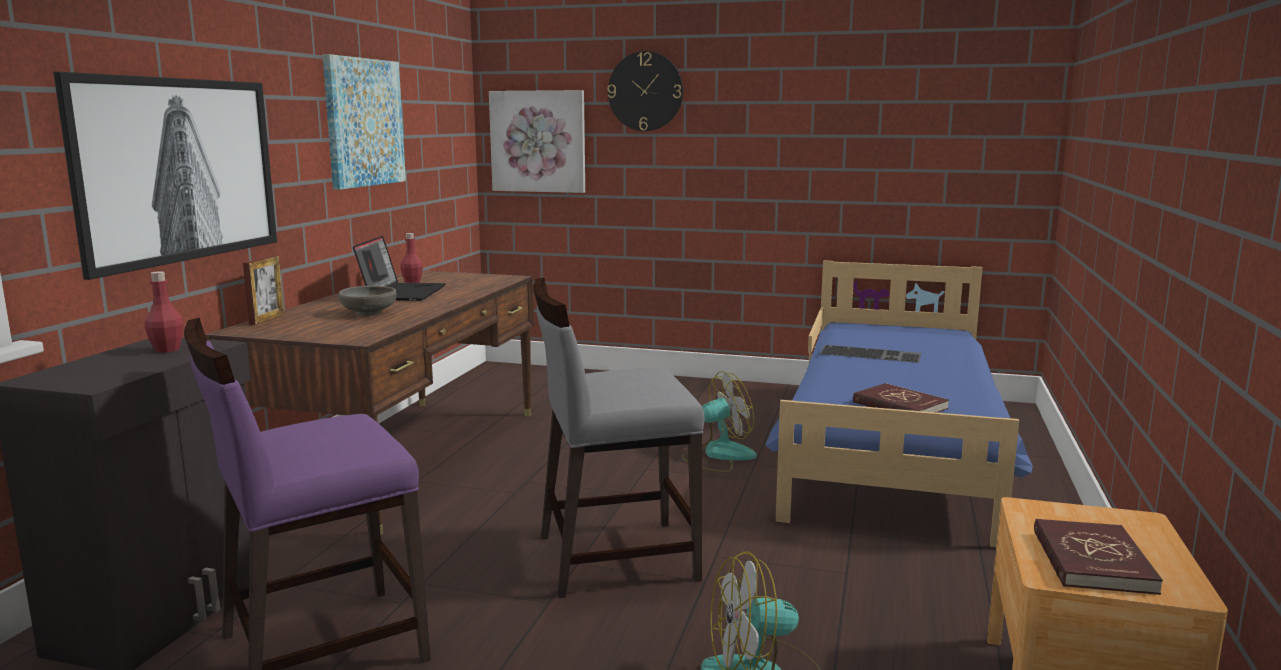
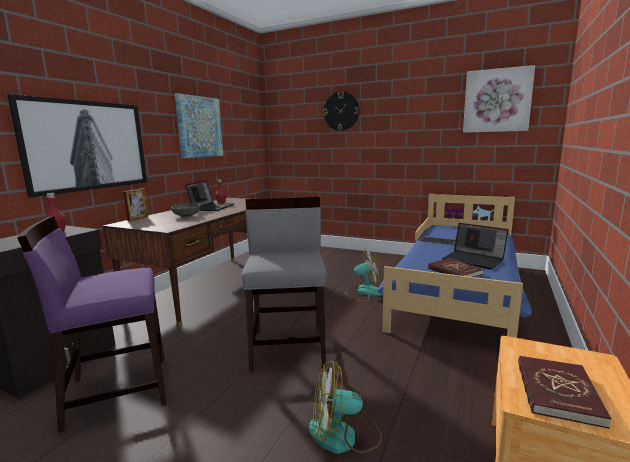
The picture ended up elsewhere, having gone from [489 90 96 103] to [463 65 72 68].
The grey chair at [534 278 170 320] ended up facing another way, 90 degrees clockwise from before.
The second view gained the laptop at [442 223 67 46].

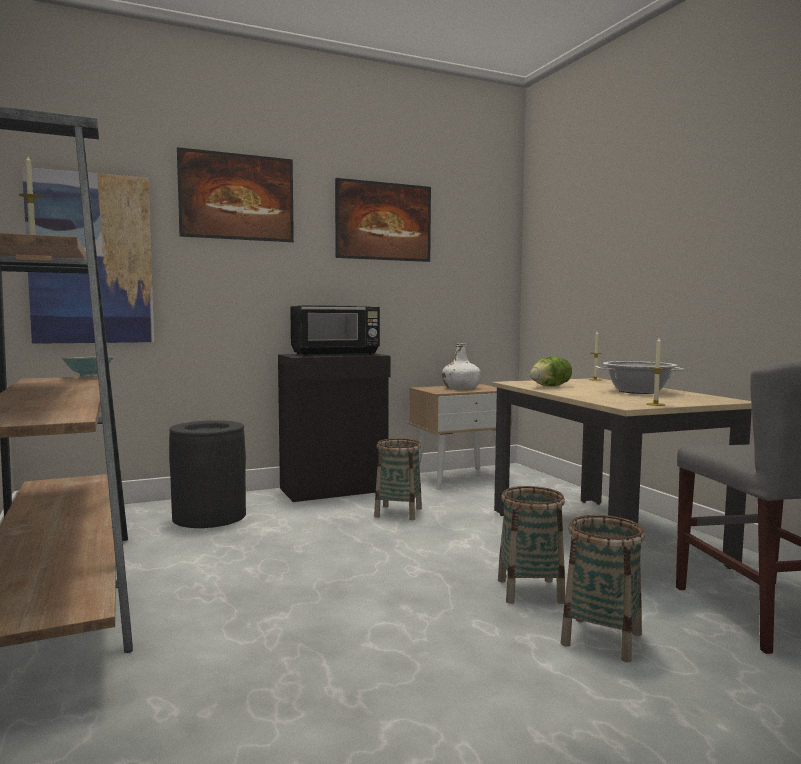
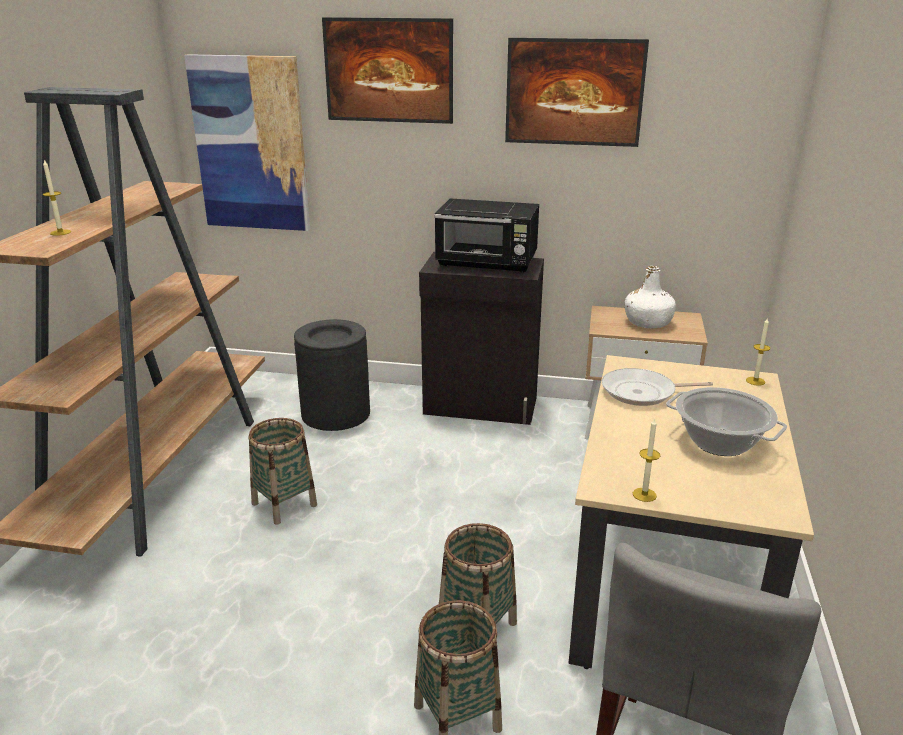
The second view lost the bowl at [62 356 52 22].
The basket ended up elsewhere, having gone from [374 438 48 82] to [249 418 68 107].
Where the lettuce stood at [530 356 42 30], the frying pan came to stand at [602 368 111 38].

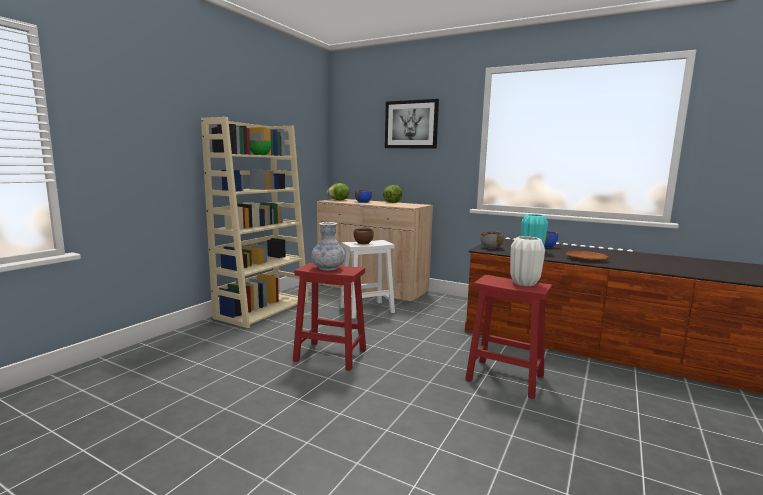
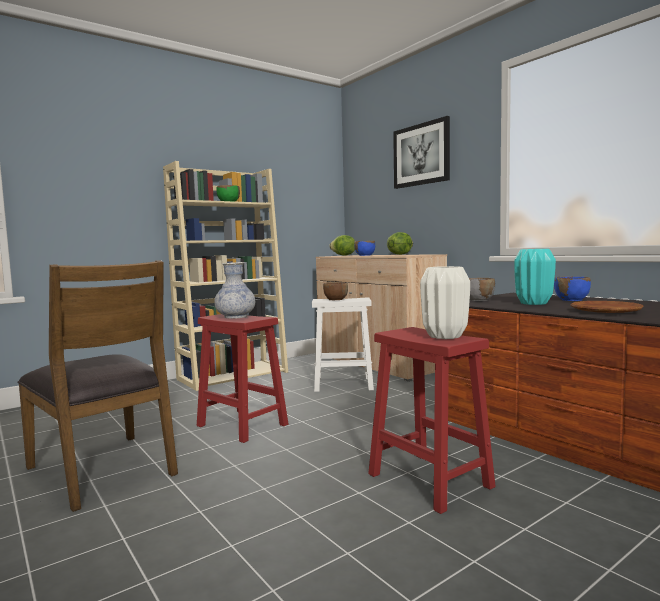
The second view gained the brown chair at [17 260 161 252].

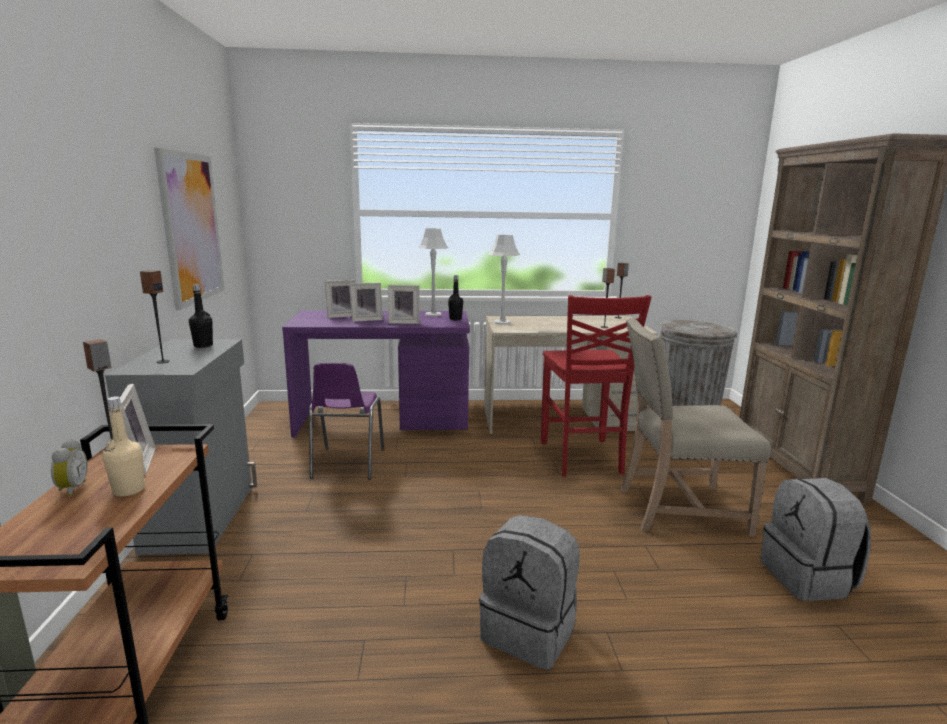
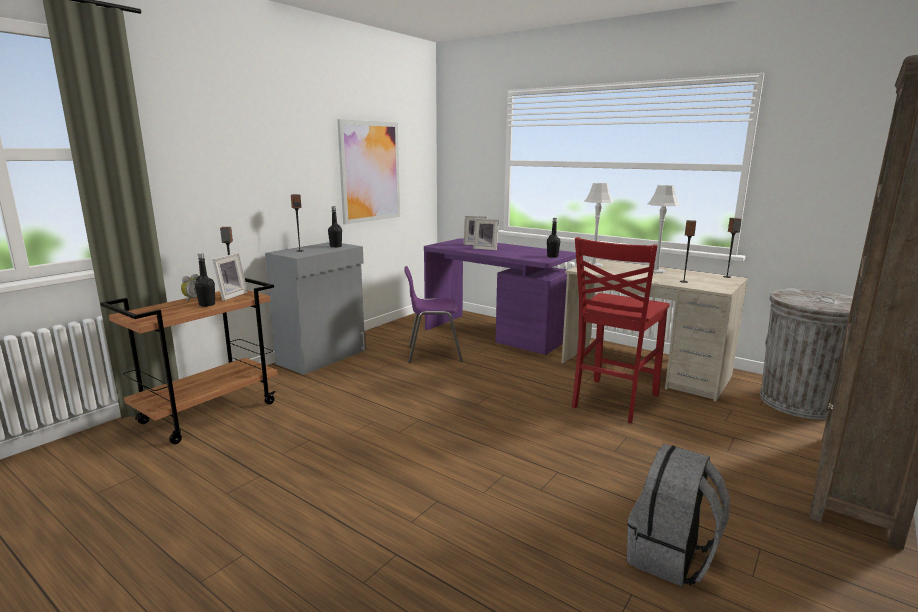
What was the beige bottle at [102 396 44 101] turned into the black bottle at [195 253 20 54].
The purple chair at [309 363 75 116] ended up facing another way, 45 degrees clockwise from before.
The second view lost the picture frame at [388 285 31 39].
The grey table lamp ended up elsewhere, having gone from [418 228 30 88] to [648 185 32 88].
The second view lost the grey backpack at [479 515 101 155].
The second view lost the beige chair at [621 318 151 219].

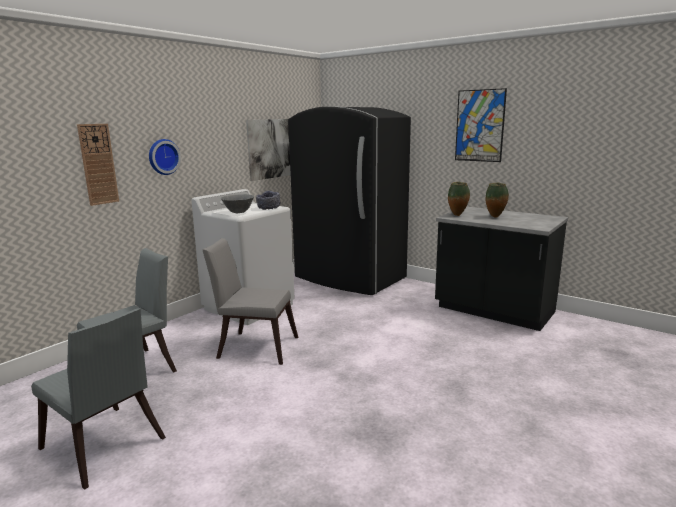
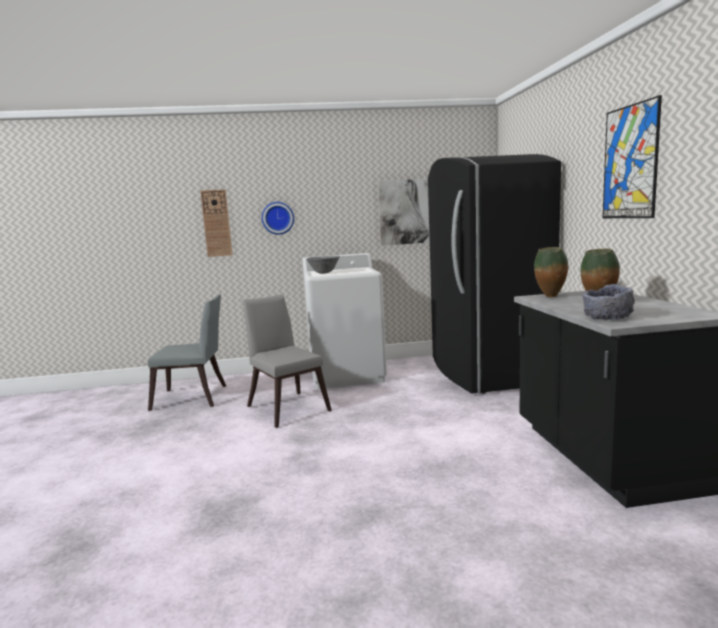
The second view lost the grey chair at [31 308 135 182].
The grey bowl ended up elsewhere, having gone from [256 191 25 19] to [582 284 53 36].

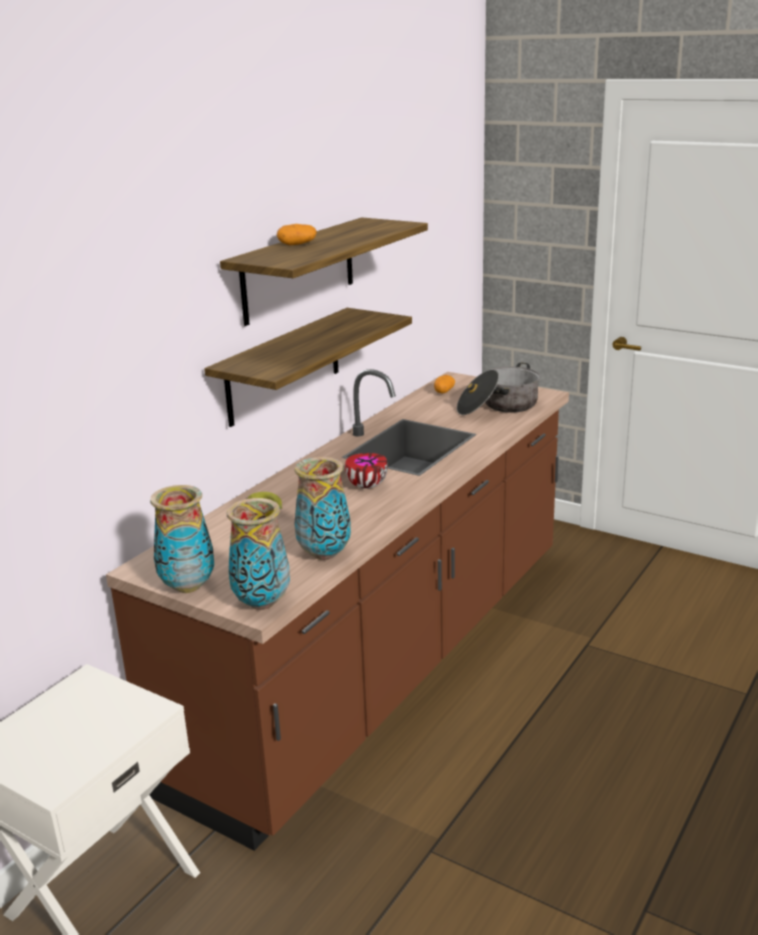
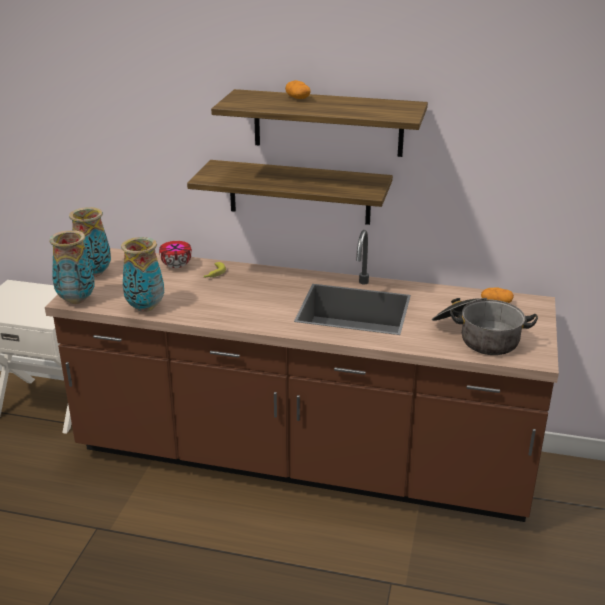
The bowl ended up elsewhere, having gone from [345 453 43 36] to [159 241 33 27].

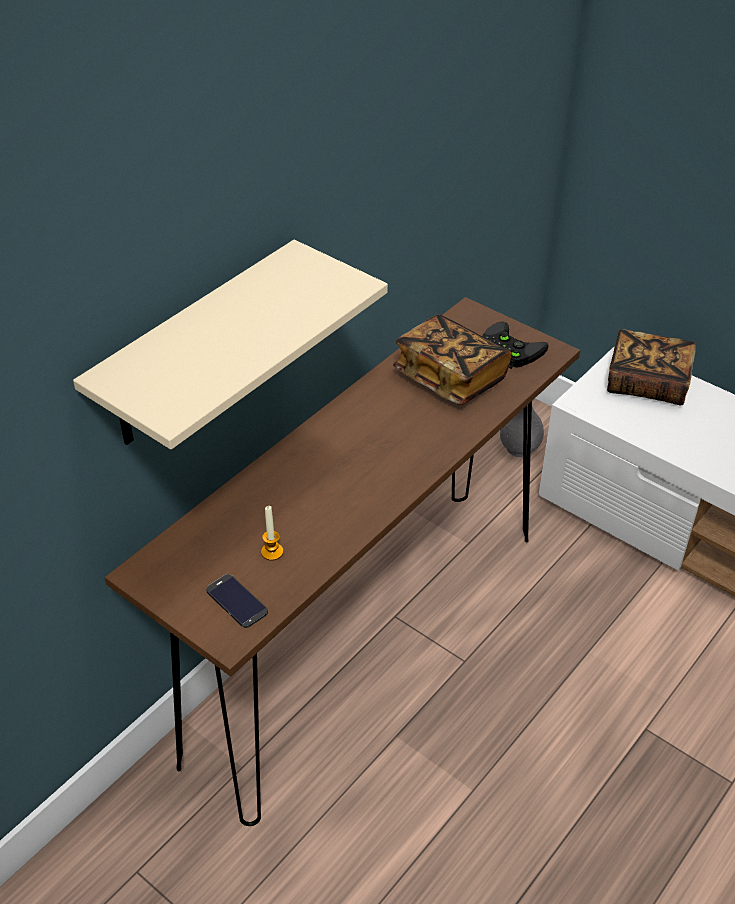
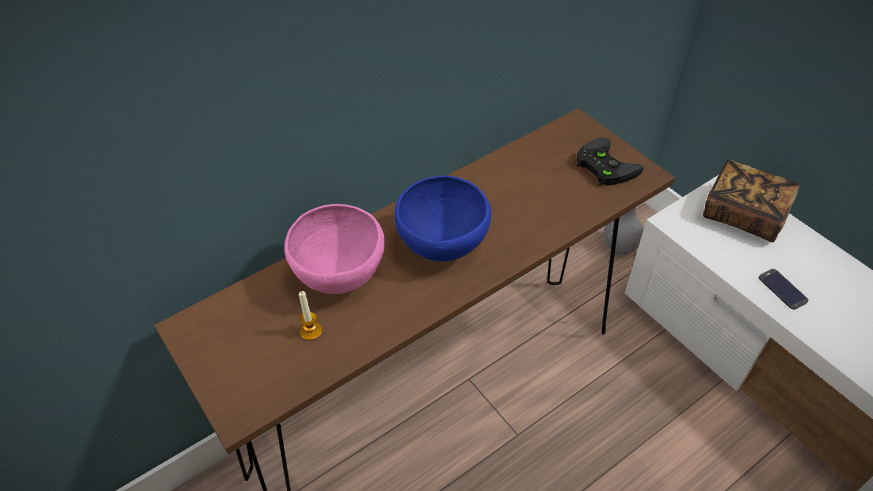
The second view lost the beige shelf at [73 240 315 210].
The phone ended up elsewhere, having gone from [206 574 62 54] to [759 269 49 41].
The second view lost the book at [393 314 119 91].
The second view gained the pink bowl at [284 204 101 90].
The second view gained the blue bowl at [394 175 97 86].

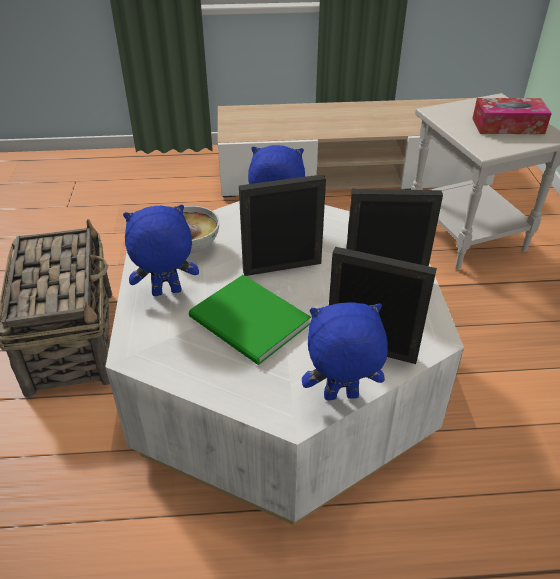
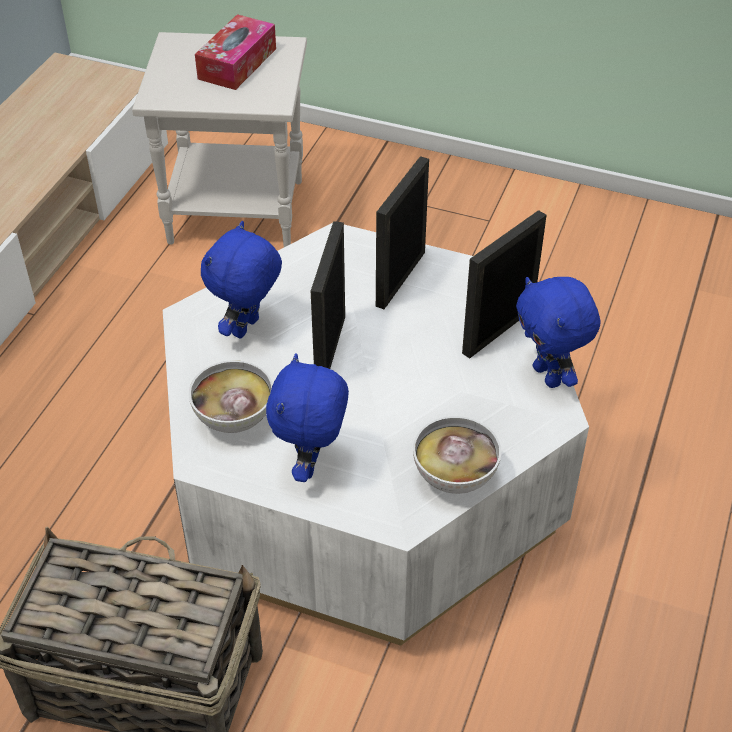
The second view lost the green book at [189 275 122 90].
The blue plush toy at [302 302 86 98] ended up facing another way, 45 degrees counterclockwise from before.
The second view gained the bowl at [413 416 88 78].

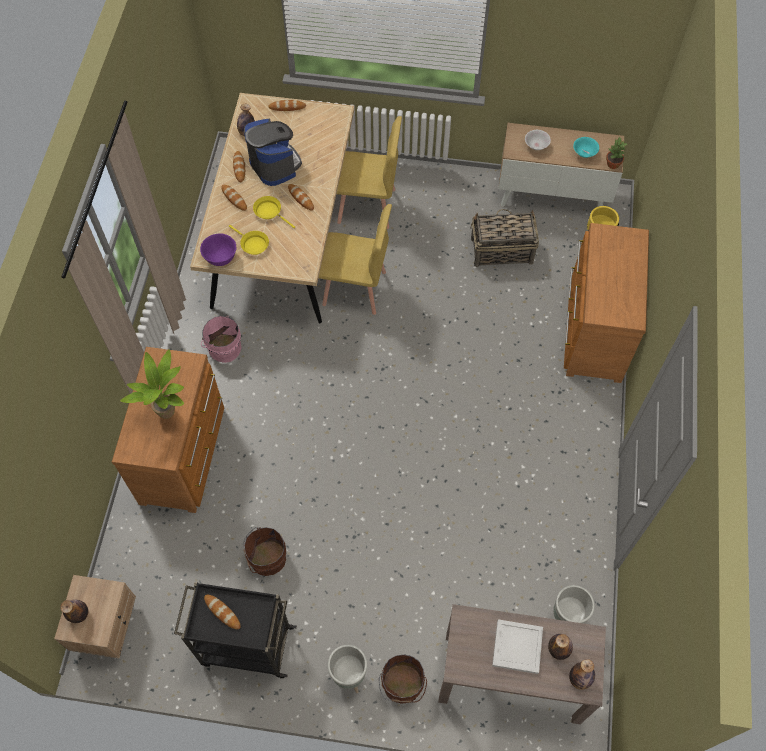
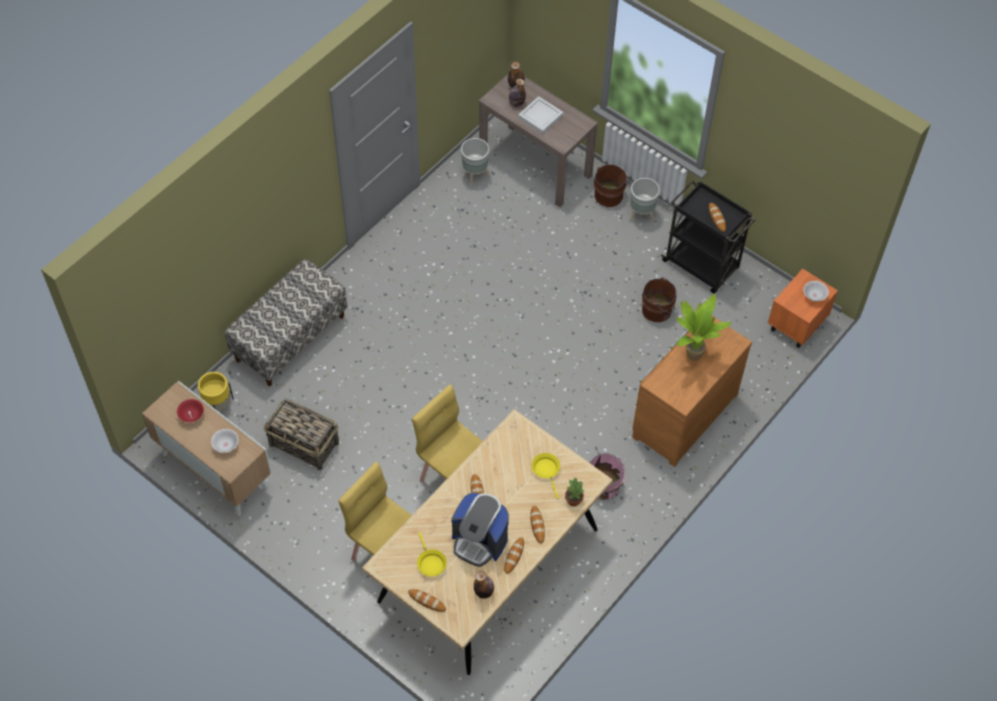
What was the beige nightstand at [54 575 82 83] turned into the orange nightstand at [768 269 70 79].
Where the bottle stood at [60 599 28 24], the white bowl came to stand at [804 281 25 20].
The second view lost the purple bowl at [200 233 36 33].
The coffee machine at [244 119 58 67] ended up facing another way, 60 degrees counterclockwise from before.
The yellow frying pan ended up elsewhere, having gone from [253 196 42 32] to [417 532 30 45].
Where the brown dresser stood at [564 223 85 160], the bench came to stand at [225 259 122 127].
What was the turquoise bowl at [573 137 26 21] turned into the red bowl at [177 399 27 23].
The potted plant ended up elsewhere, having gone from [606 137 21 32] to [565 478 19 28].

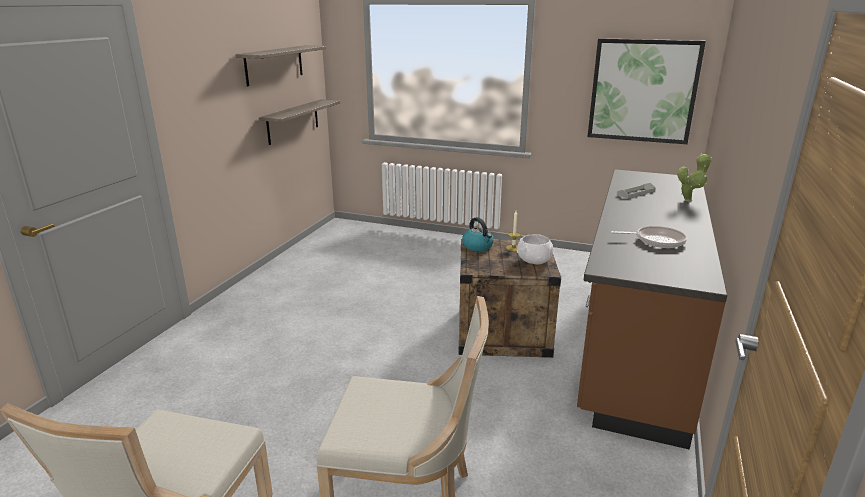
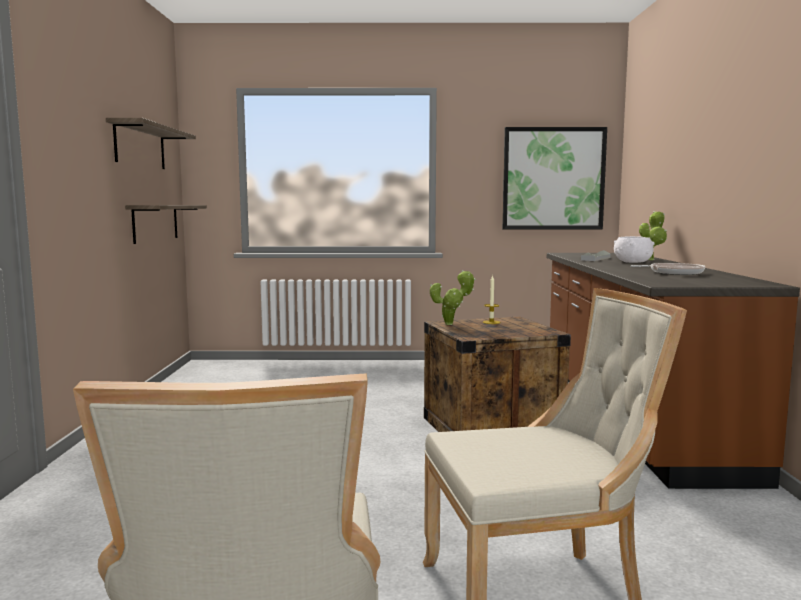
Where the kettle stood at [462 217 32 34], the potted plant came to stand at [430 270 46 55].
The white bowl ended up elsewhere, having gone from [517 234 37 31] to [614 236 40 27].

